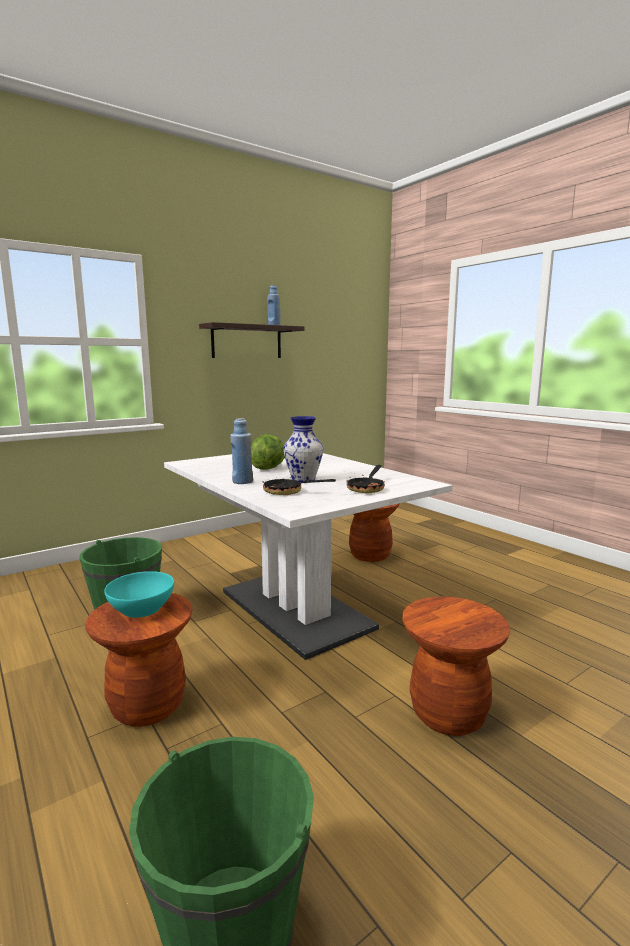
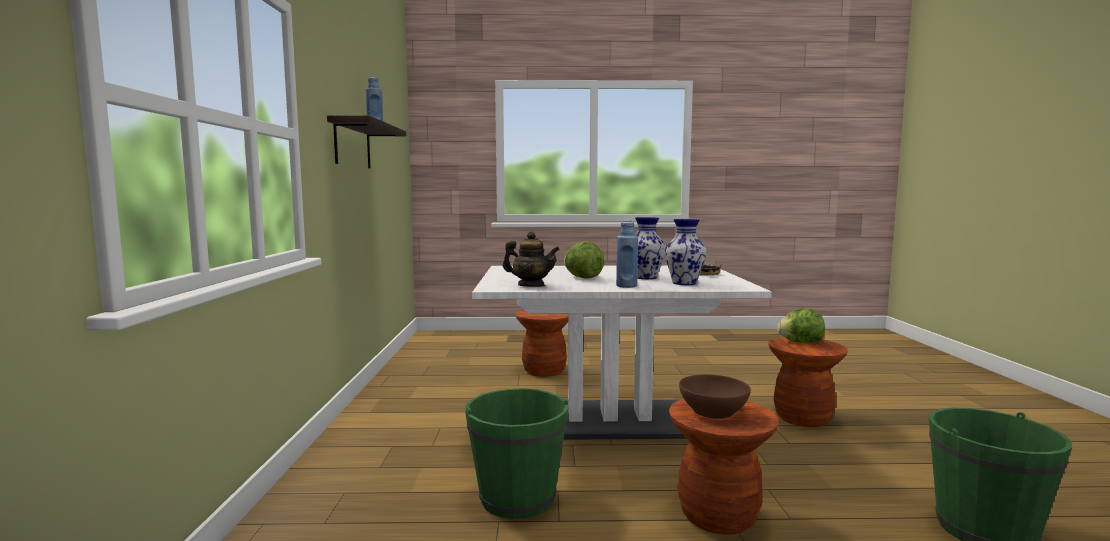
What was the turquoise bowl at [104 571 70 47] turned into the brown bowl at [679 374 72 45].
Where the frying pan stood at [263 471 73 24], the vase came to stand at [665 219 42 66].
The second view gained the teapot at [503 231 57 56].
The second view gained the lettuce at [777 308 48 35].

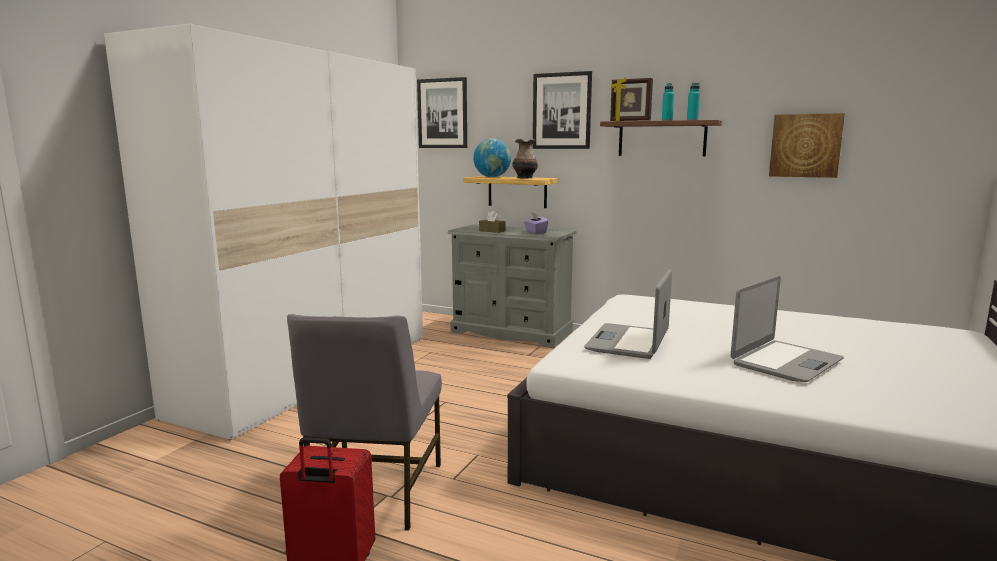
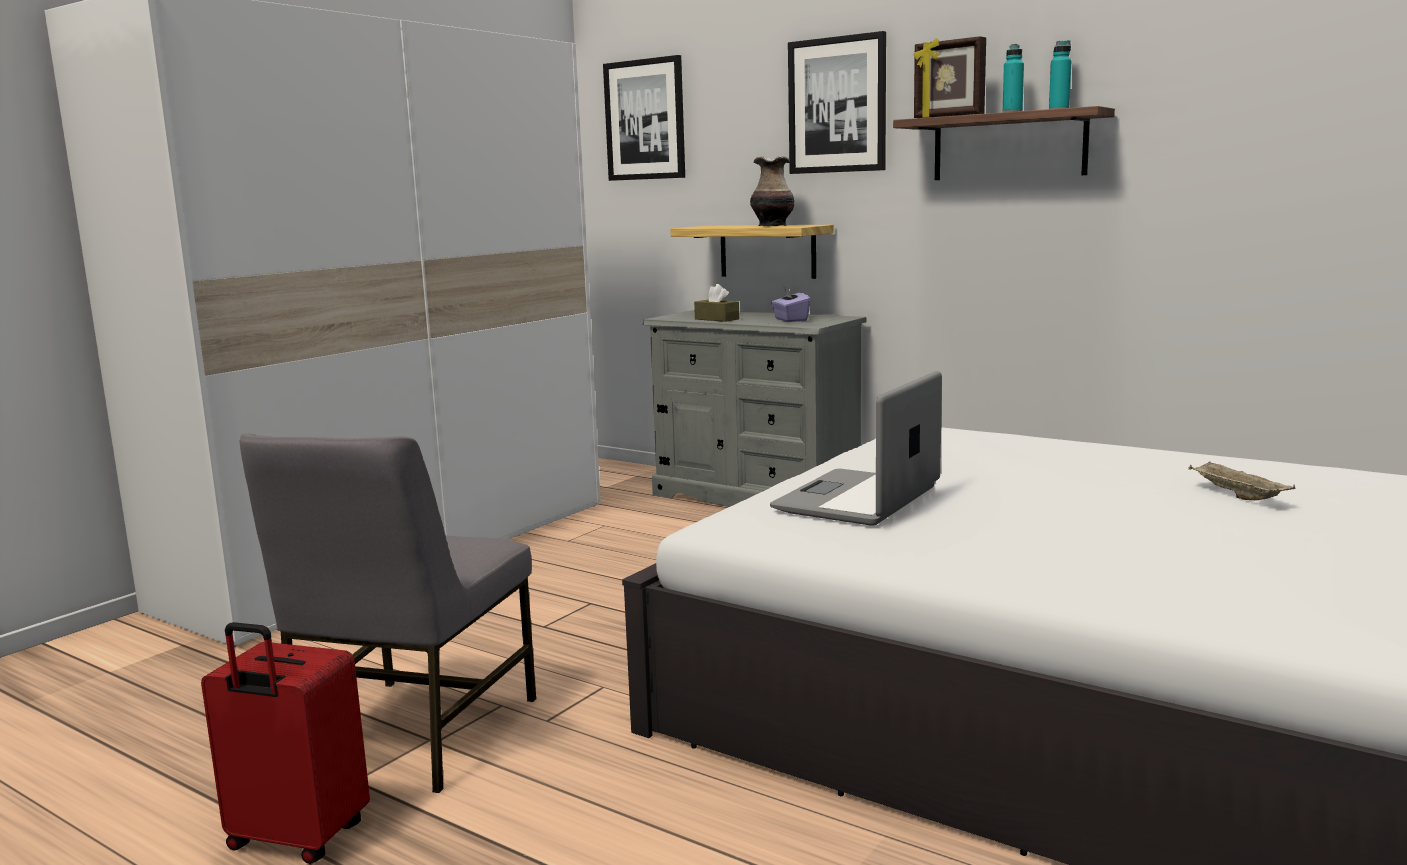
The second view lost the globe at [473 139 38 38].
The second view lost the laptop at [731 276 113 106].
The second view lost the picture at [769 113 76 65].
The second view gained the beige tray at [1188 461 107 39].

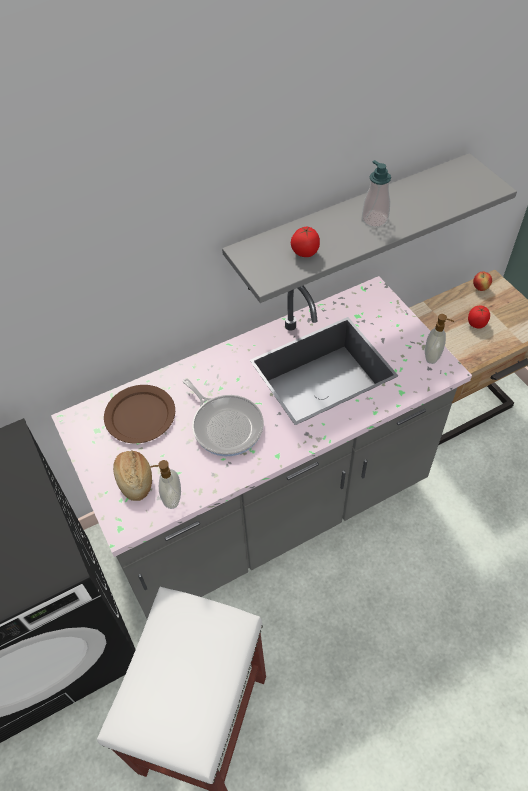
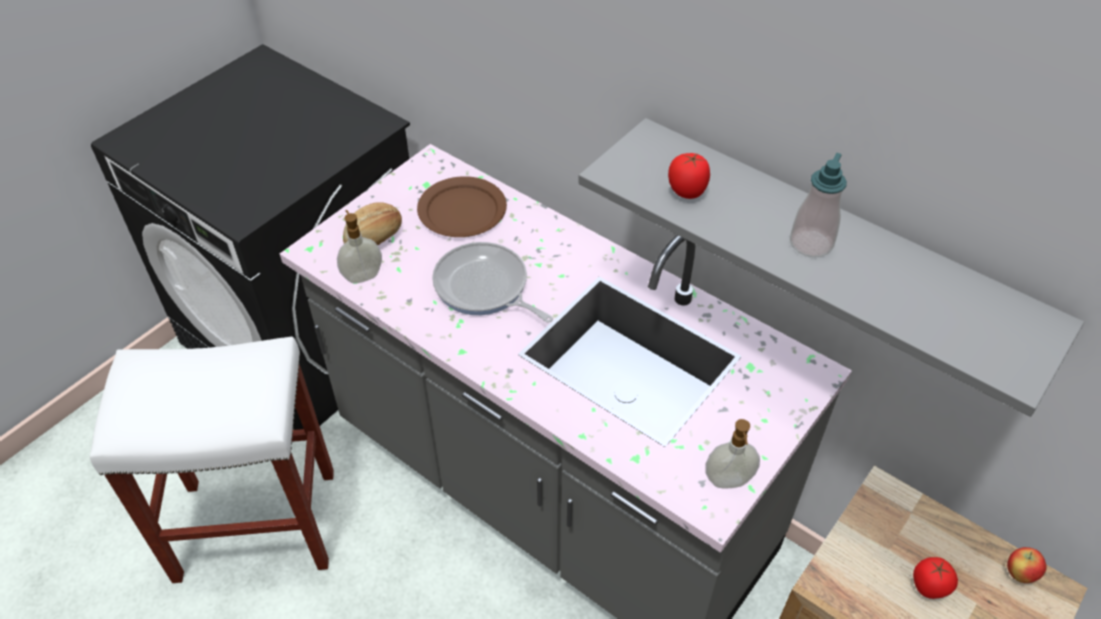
The frying pan at [183 378 81 79] ended up facing another way, 105 degrees clockwise from before.

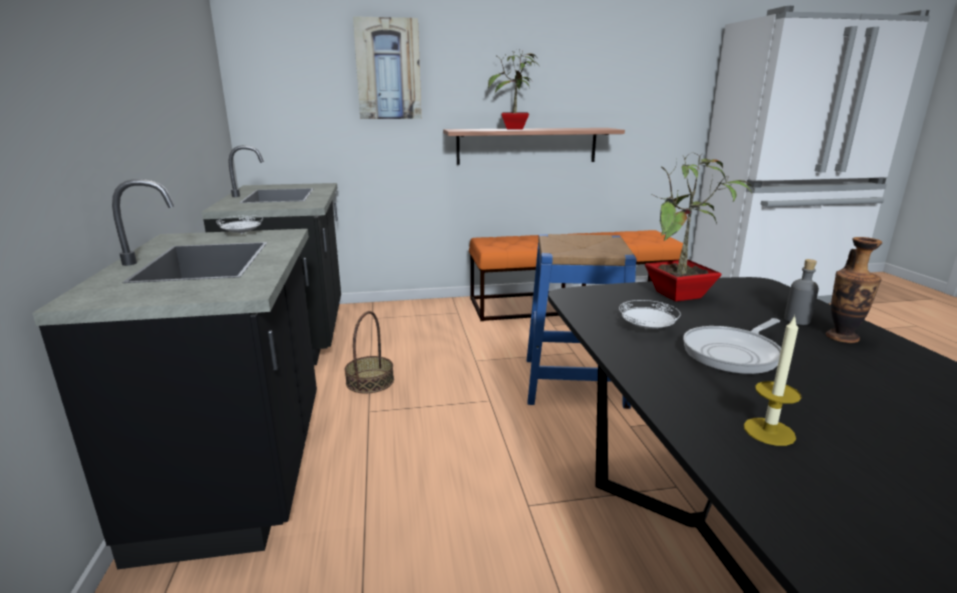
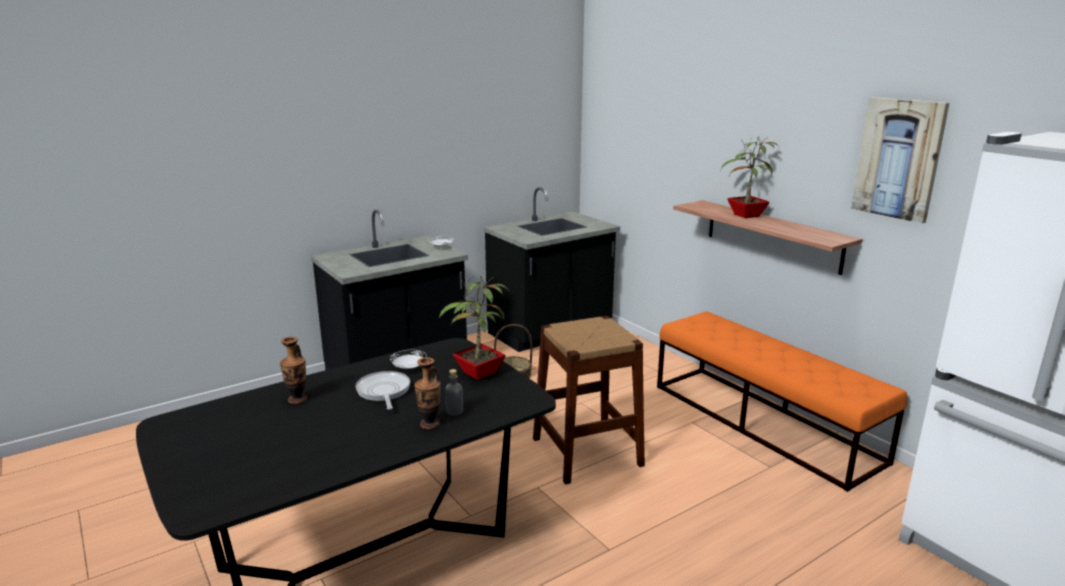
The picture ended up elsewhere, having gone from [353 16 68 103] to [851 97 98 127].
What was the blue stool at [527 234 110 175] turned into the brown stool at [533 316 112 168].
The frying pan at [683 318 98 56] ended up facing another way, 45 degrees clockwise from before.
Where the candle stood at [744 315 58 131], the vase came to stand at [280 337 27 67].

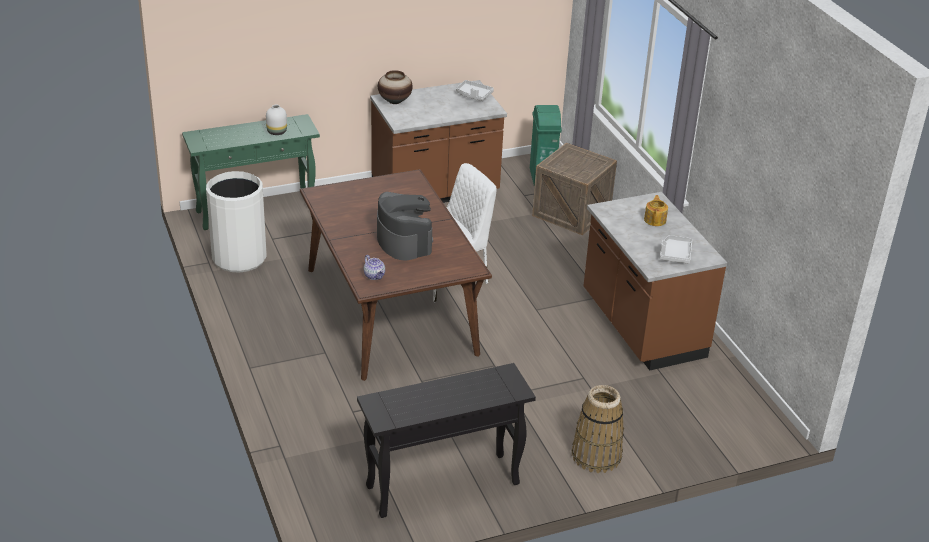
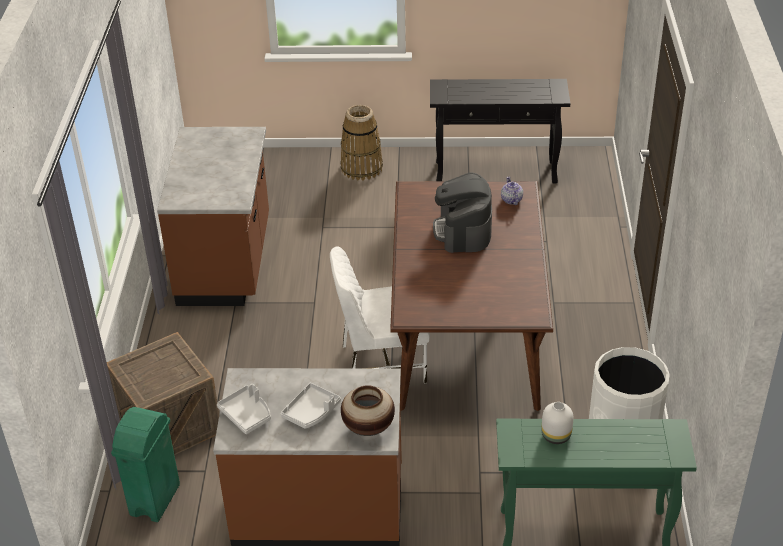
The second view lost the teapot at [644 195 24 31].
The grey tray ended up elsewhere, having gone from [660 235 32 29] to [281 383 60 46].

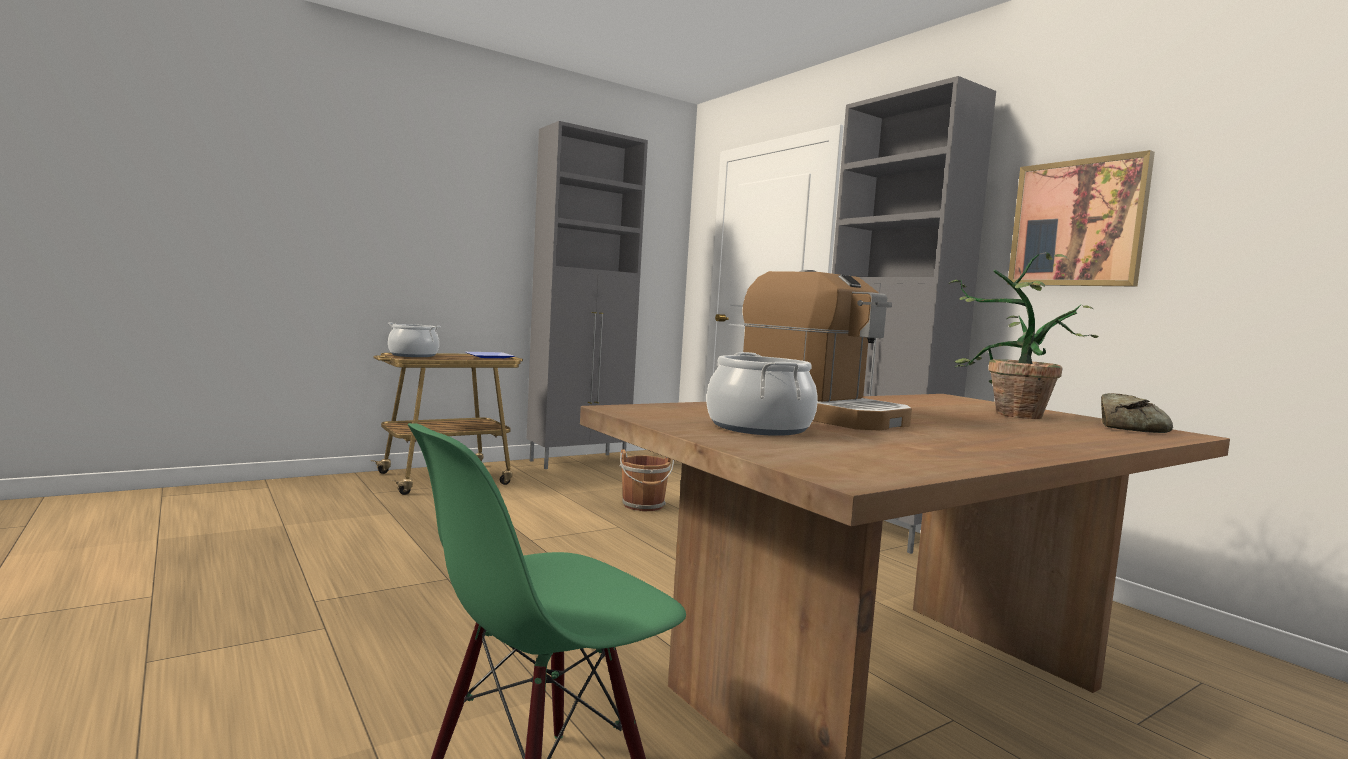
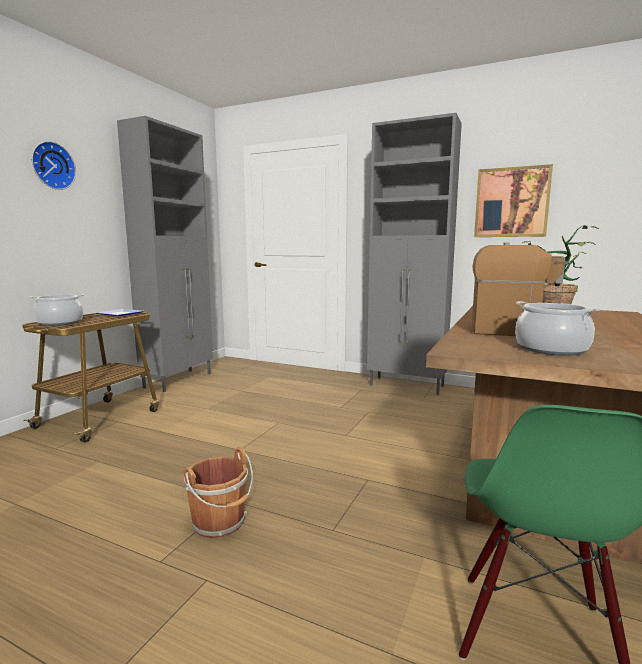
The brown bucket ended up elsewhere, having gone from [620 449 54 62] to [183 447 70 92].
The second view lost the bread at [1101 393 72 40].
The second view gained the wall clock at [32 141 44 49].

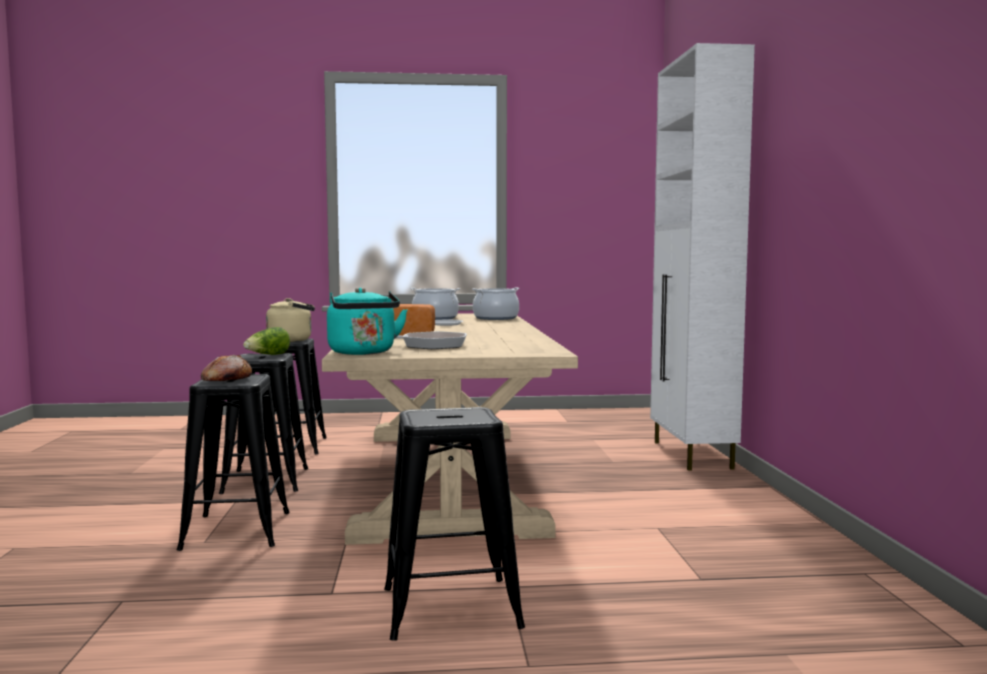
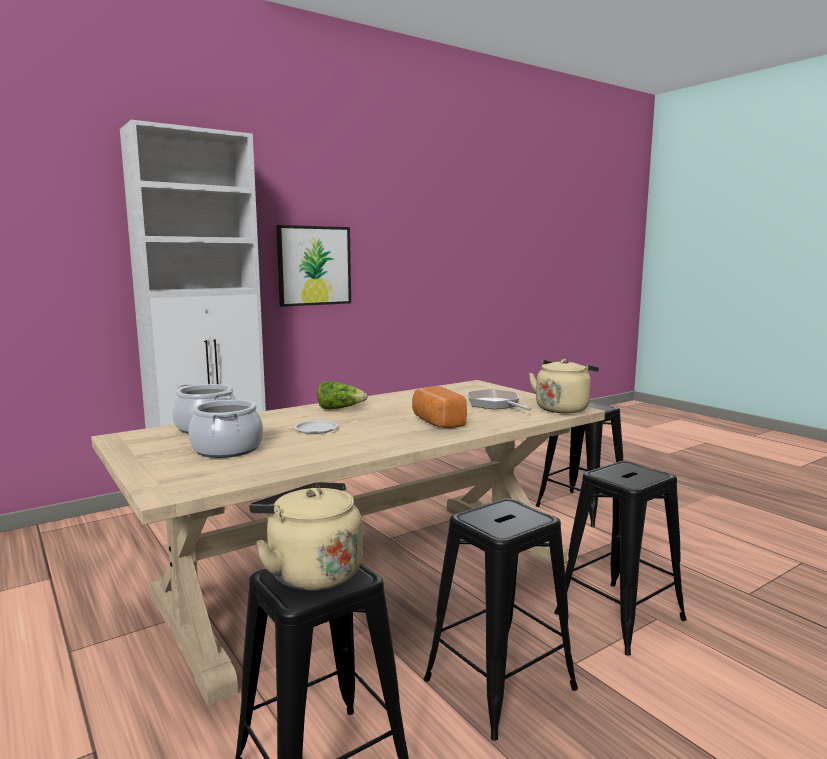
The second view lost the bread at [201 355 51 26].
The lettuce ended up elsewhere, having gone from [243 327 47 28] to [317 381 51 29].
What was the turquoise kettle at [327 287 81 68] turned into the beige kettle at [529 359 70 54].
The second view gained the picture at [276 225 75 82].

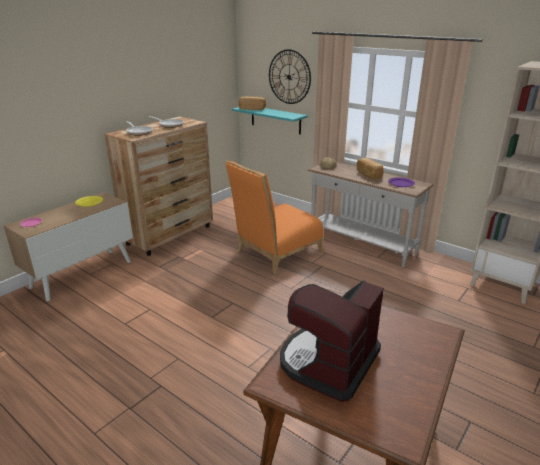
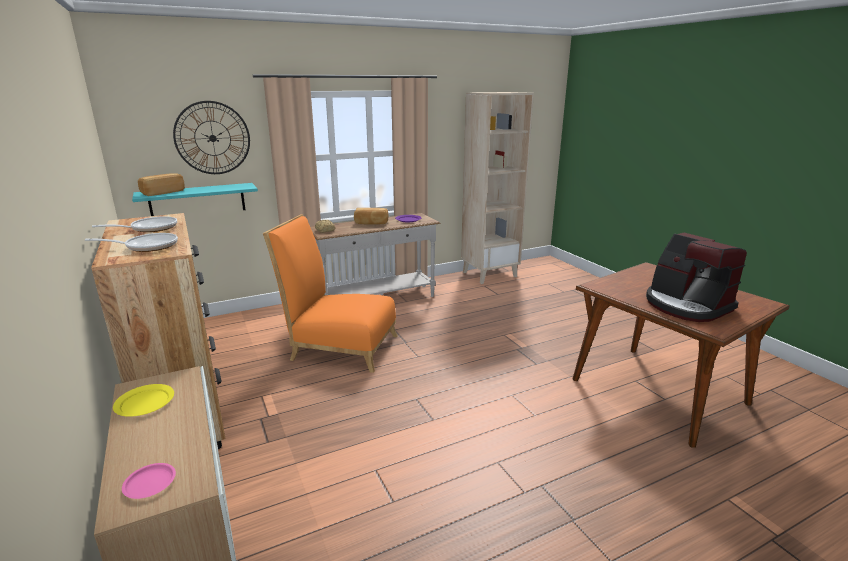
The orange chair at [225 160 99 114] ended up facing another way, 120 degrees clockwise from before.

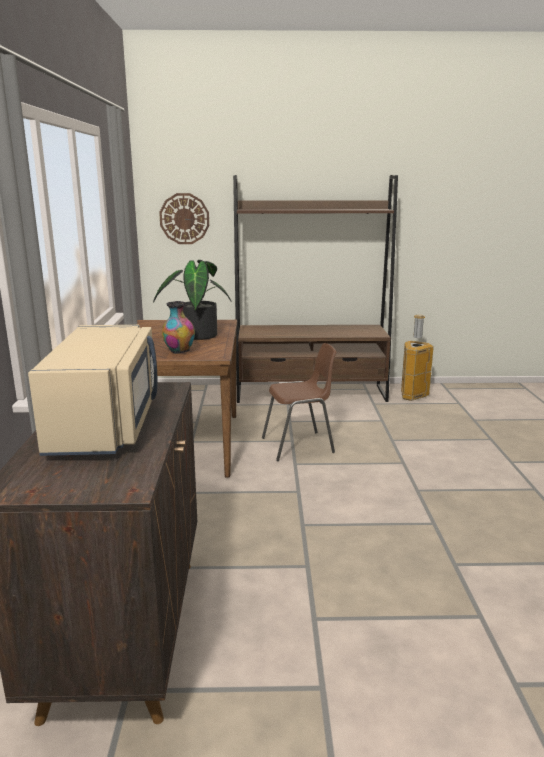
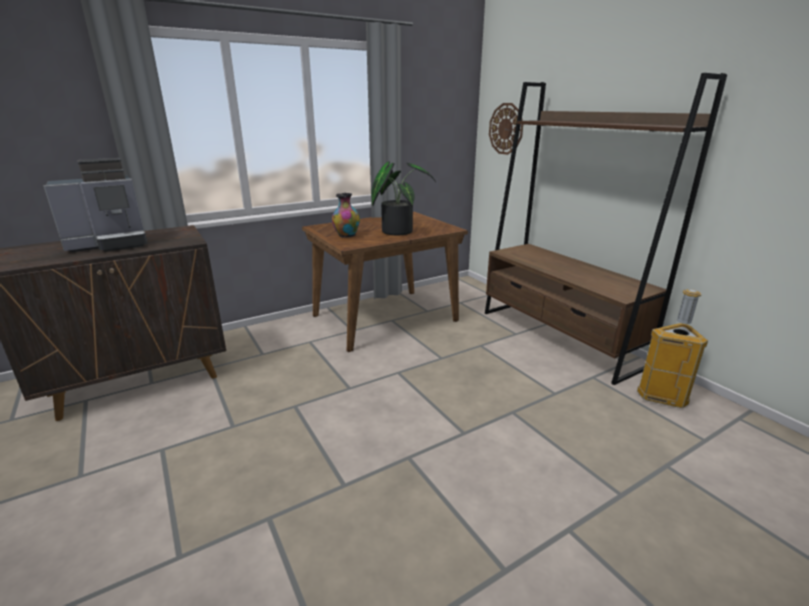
Where the beige microwave stood at [28 325 129 131], the coffee machine came to stand at [43 158 105 94].
The second view lost the brown chair at [262 343 75 118].

